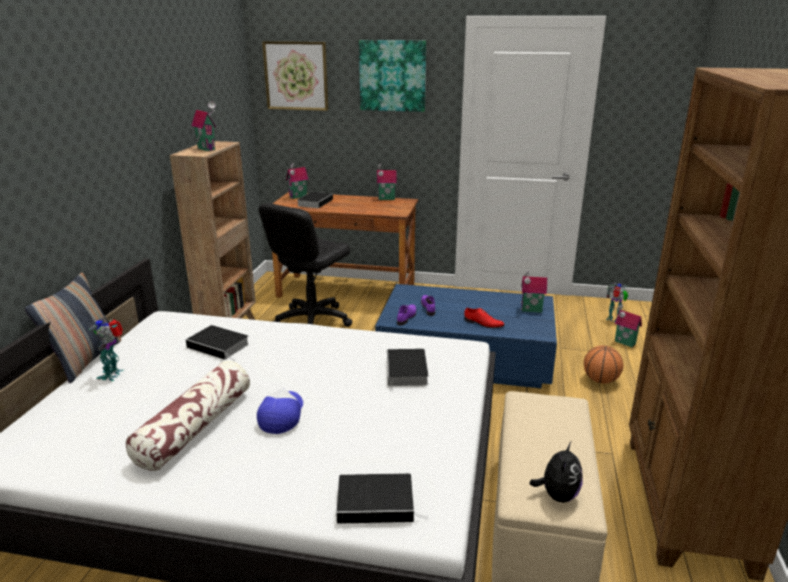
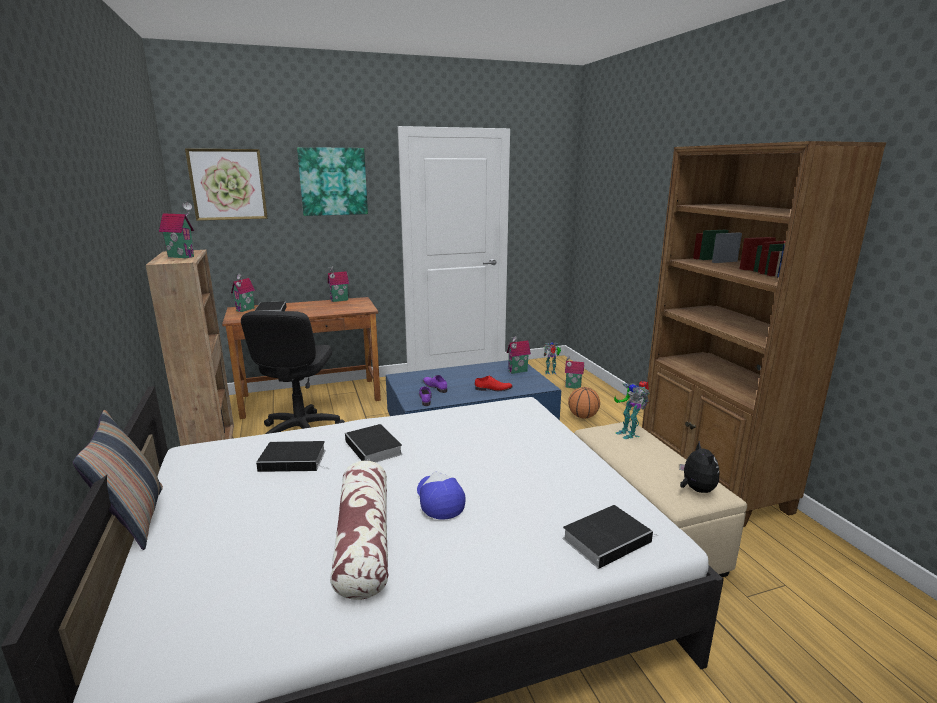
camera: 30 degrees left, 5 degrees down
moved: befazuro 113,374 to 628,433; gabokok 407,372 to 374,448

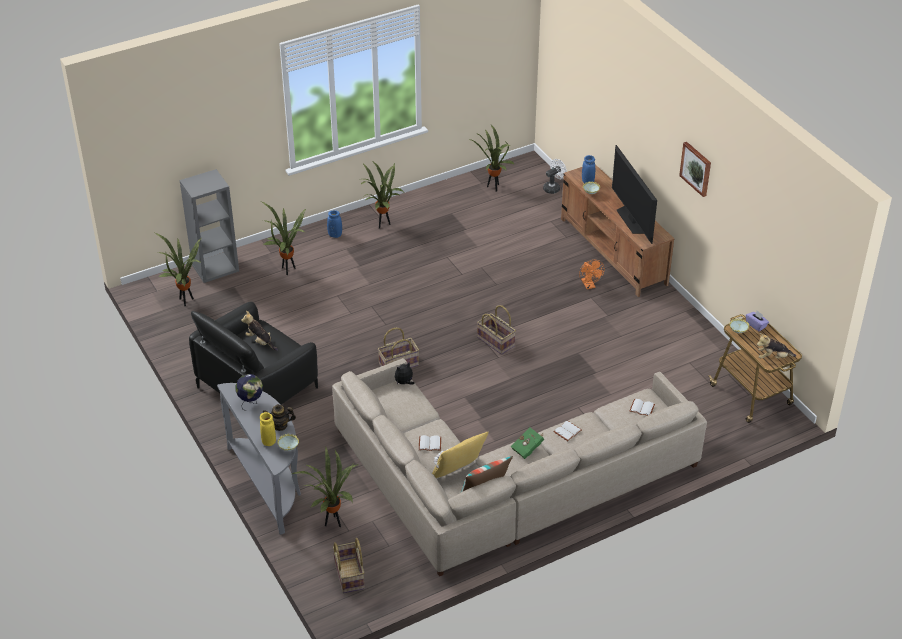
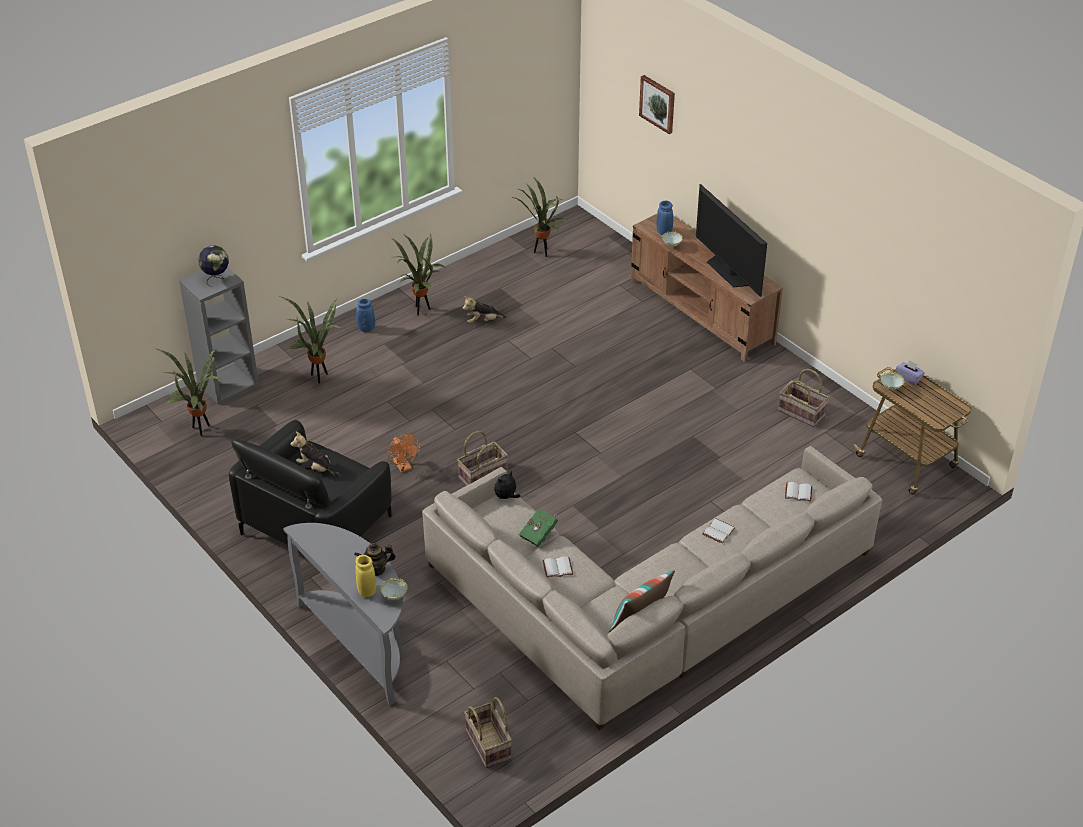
camera: 10 degrees left, 0 degrees up
removed: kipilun 332,522; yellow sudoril 459,473; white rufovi 553,188
moved: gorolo 251,403 to 216,279; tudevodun 496,341 to 802,413; green gabokok 528,448 to 540,534; orange rufovi 589,285 to 404,467; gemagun 696,168 to 658,103; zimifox 773,357 to 483,321

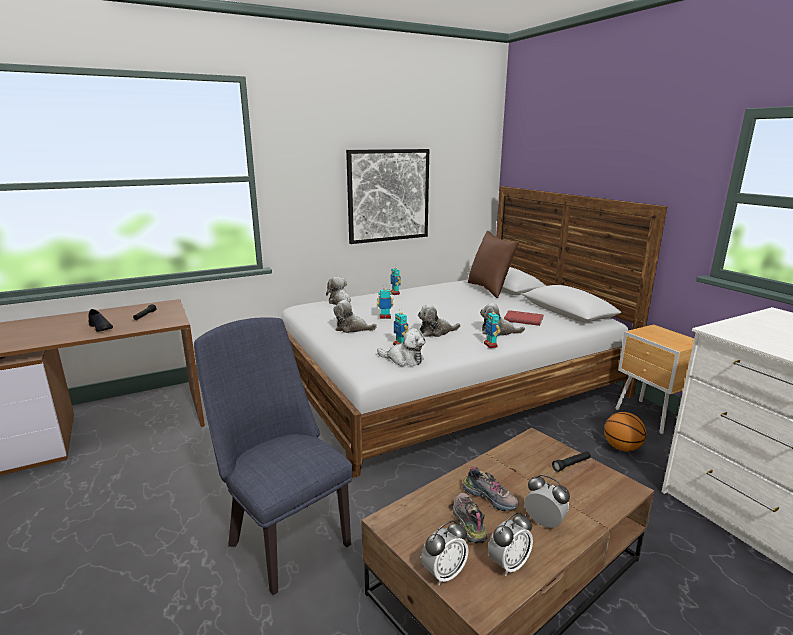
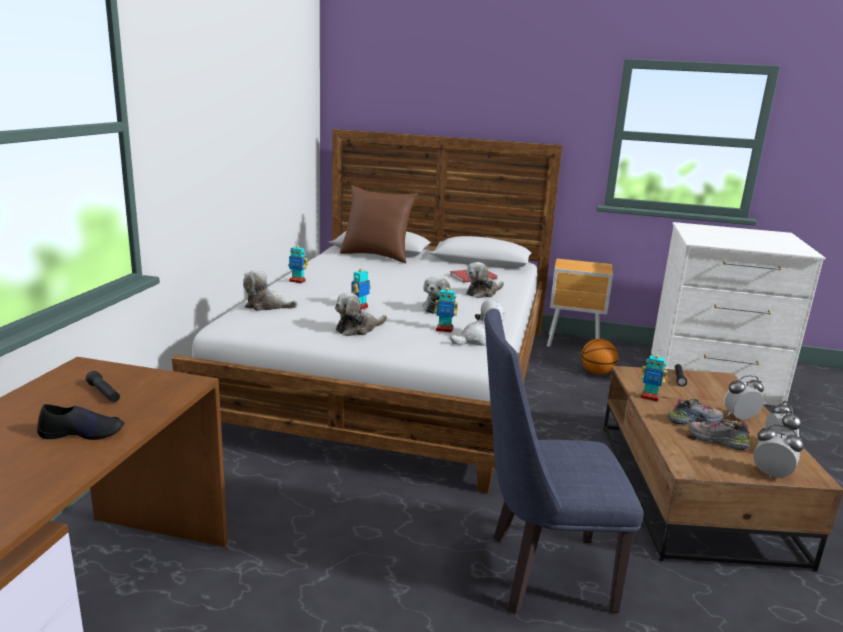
camera: 50 degrees left, 0 degrees up
removed: gemagun 388,195
moved: befazuro 491,345 to 649,397
turned: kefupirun 444,573 = 771,474 60 degrees counterclockwise

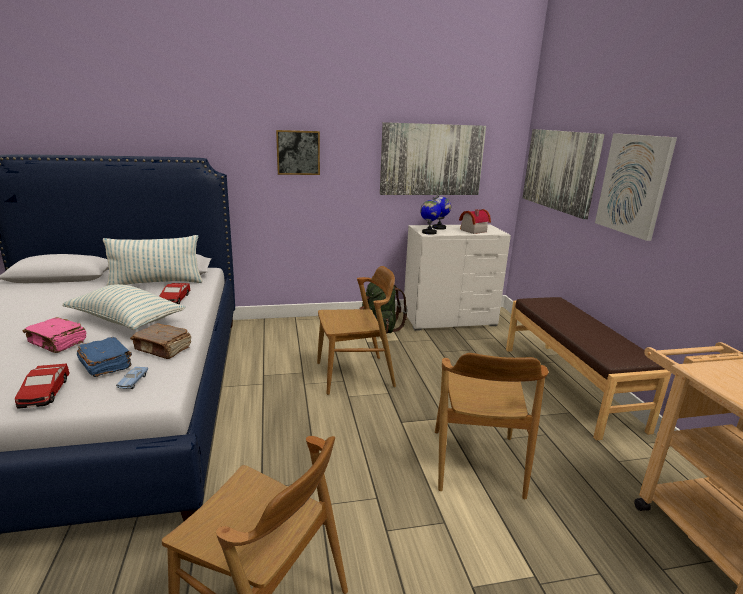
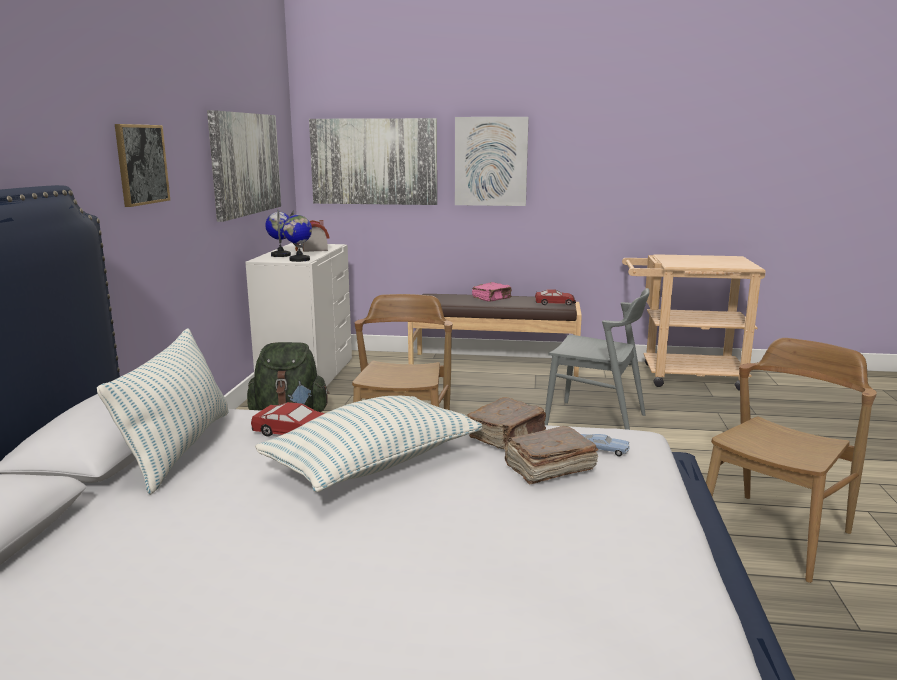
camera: 70 degrees left, 5 degrees down
moved: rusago 44,392 to 555,303; pink gabokok 57,343 to 492,299
recoloured: blue gabokok 106,365 to brown gabokok 548,468; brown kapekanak 476,463 to grey kapekanak 596,421

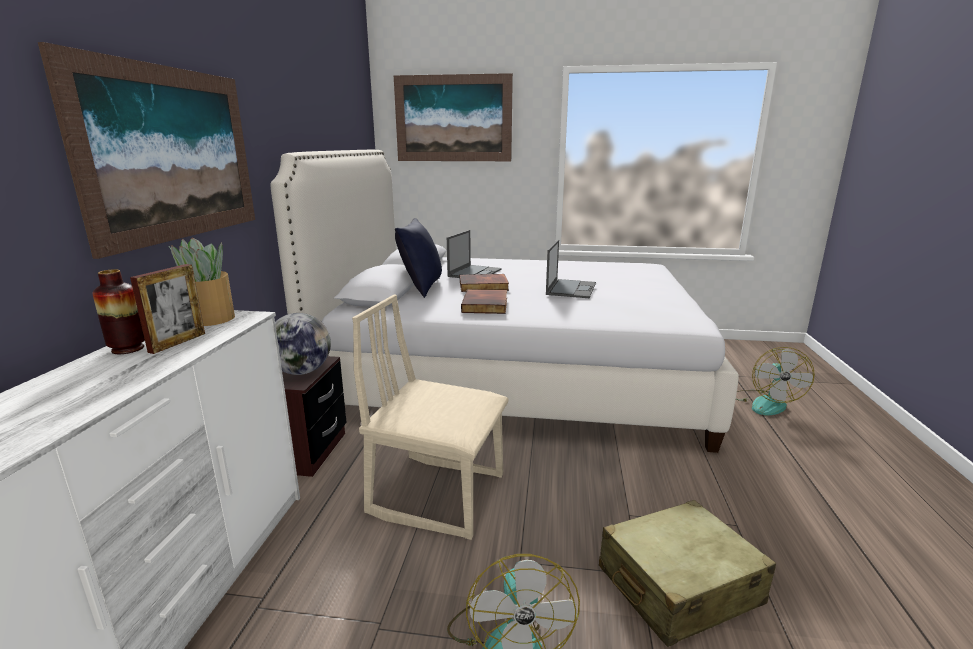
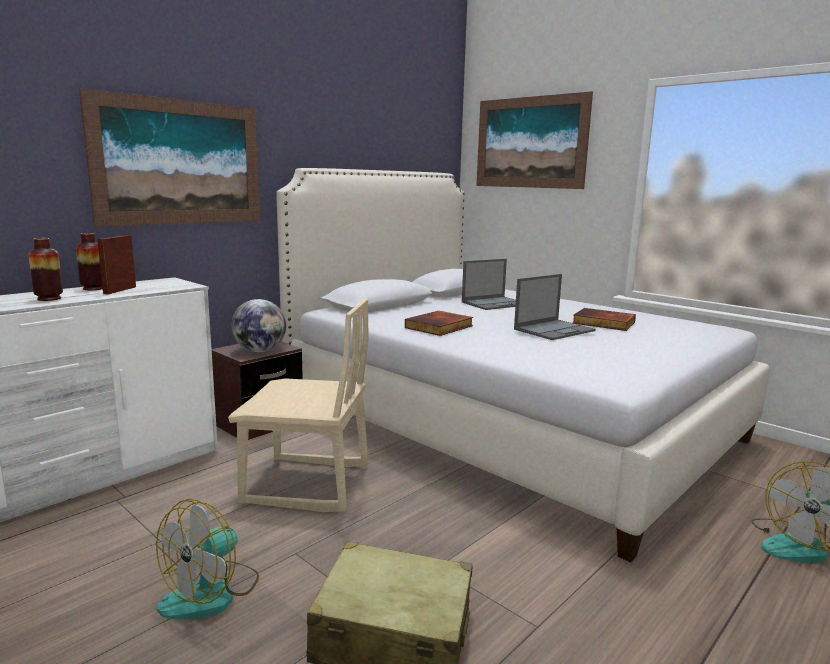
camera: 35 degrees right, 5 degrees down
removed: kipilun 211,318; blue sudoril 421,288
added: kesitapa 49,298
moved: gabokok 483,286 to 603,323
turned: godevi 177,342 = 120,290 135 degrees clockwise; beige kapekanak 438,494 = 306,485 135 degrees clockwise

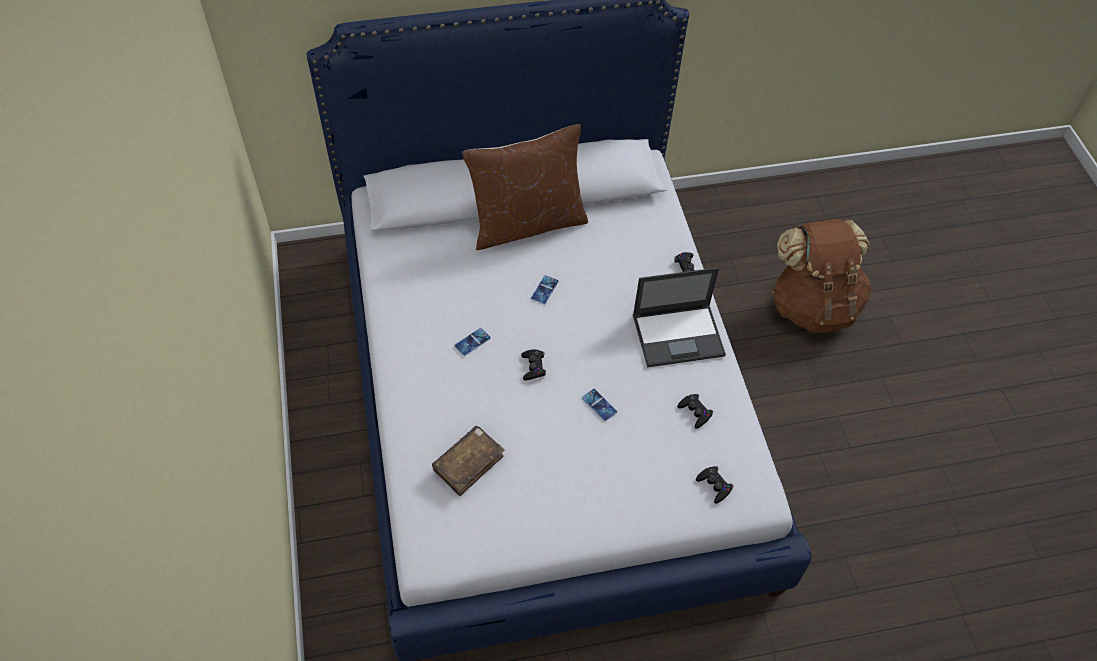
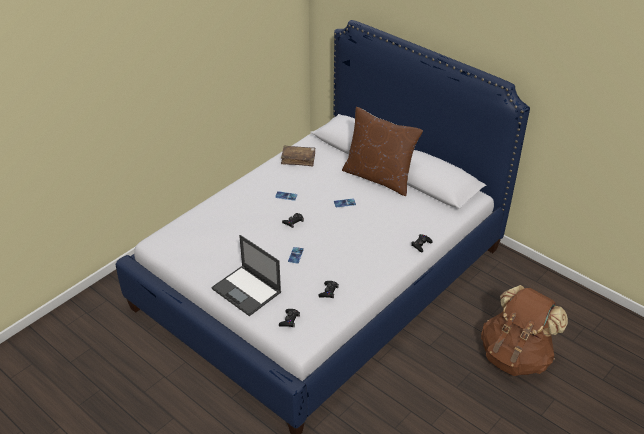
camera: 55 degrees right, 15 degrees down
moved: brown gabokok 468,464 to 298,159; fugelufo 679,335 to 247,291

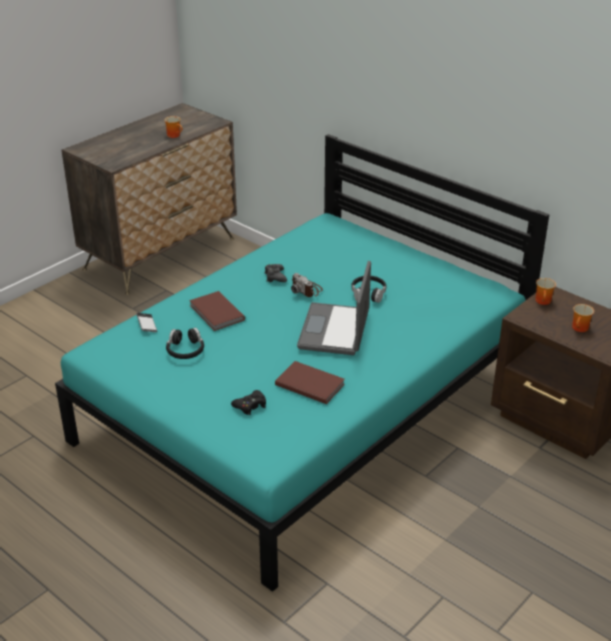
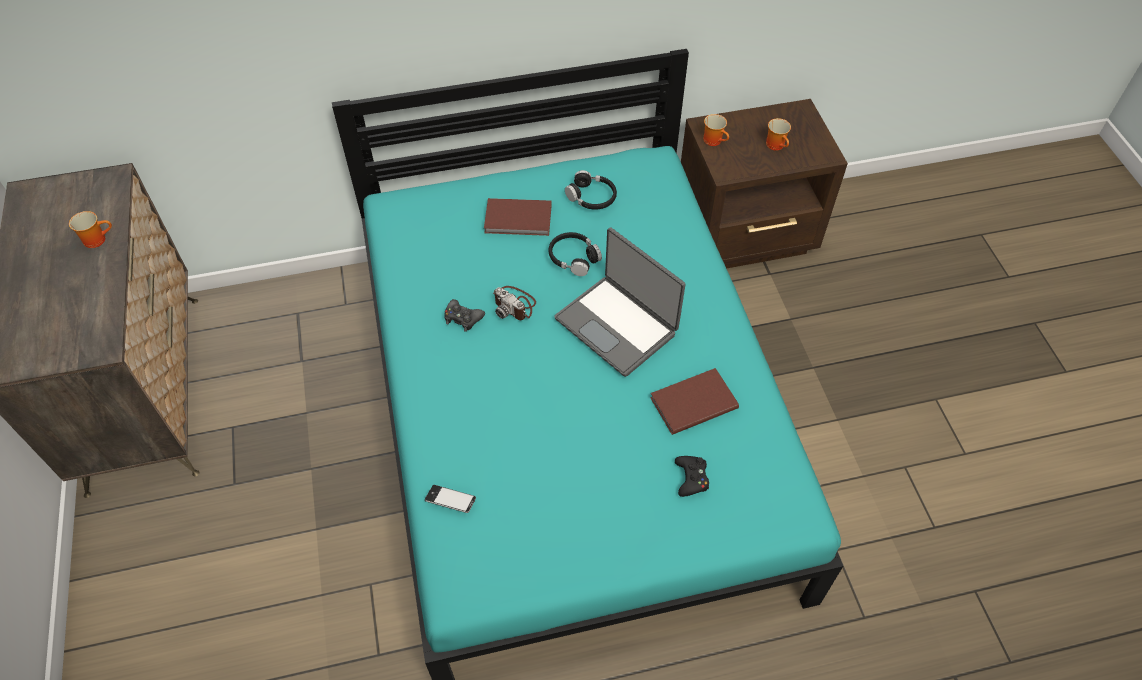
camera: 55 degrees left, 20 degrees up
moved: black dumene 185,350 to 591,197; brown gabokok 216,313 to 519,220
turned: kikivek 306,289 = 515,305 45 degrees clockwise

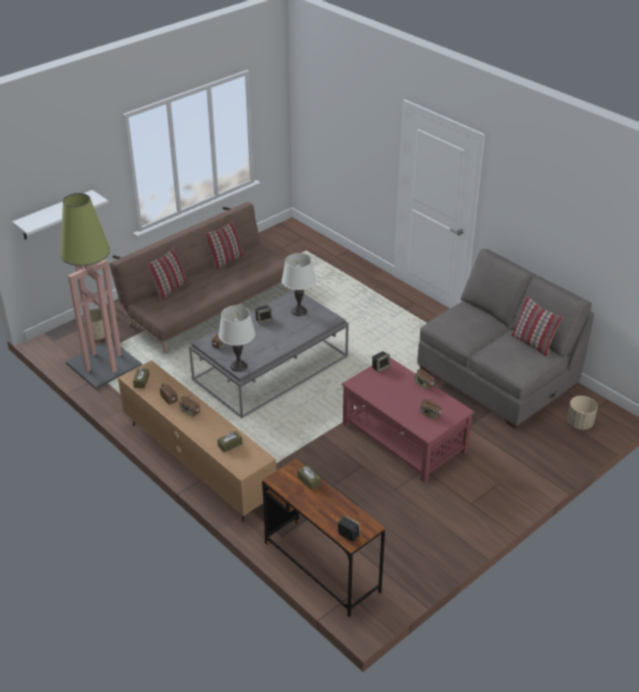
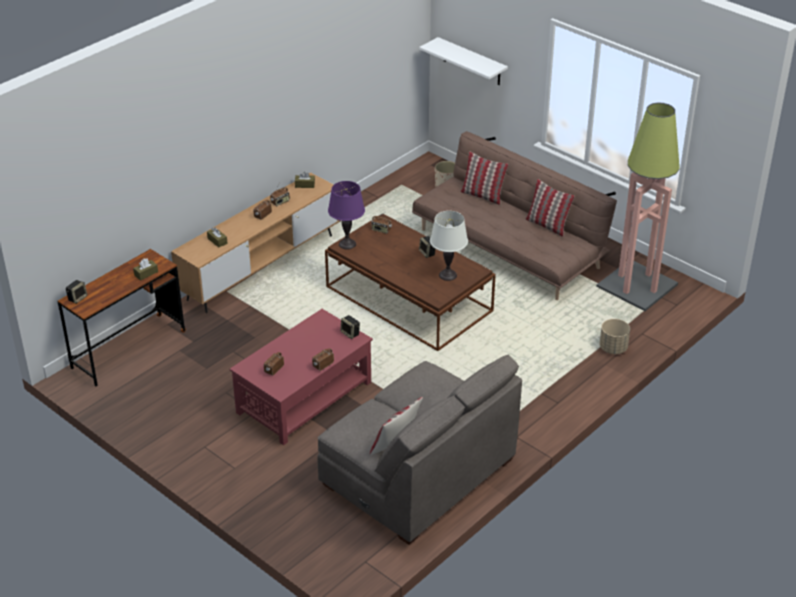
camera: 85 degrees right, 0 degrees up
moved: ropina 104,364 to 638,286; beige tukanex 579,423 to 613,348
recoloured: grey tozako 271,367 to brown tozako 409,299; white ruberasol 239,366 to purple ruberasol 347,244

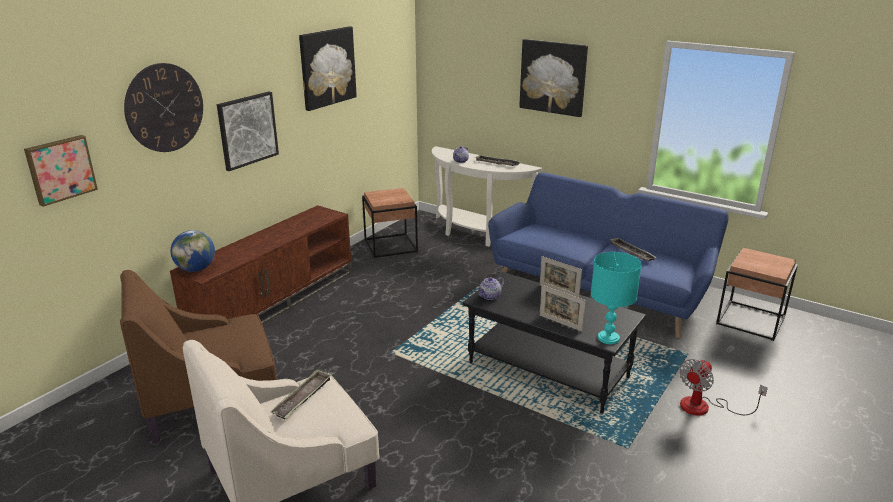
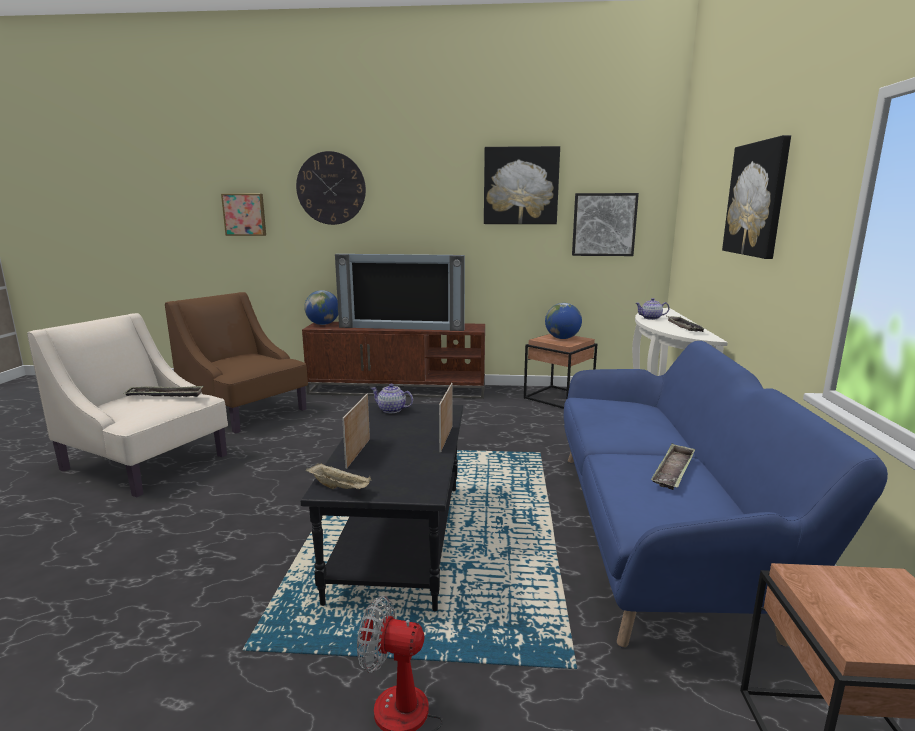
camera: 60 degrees right, 10 degrees down
added: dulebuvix 402,327; gorolo 562,338
moved: gemagun 247,130 to 604,224
replaced: turquoise ruberasol 608,338 to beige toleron 340,488

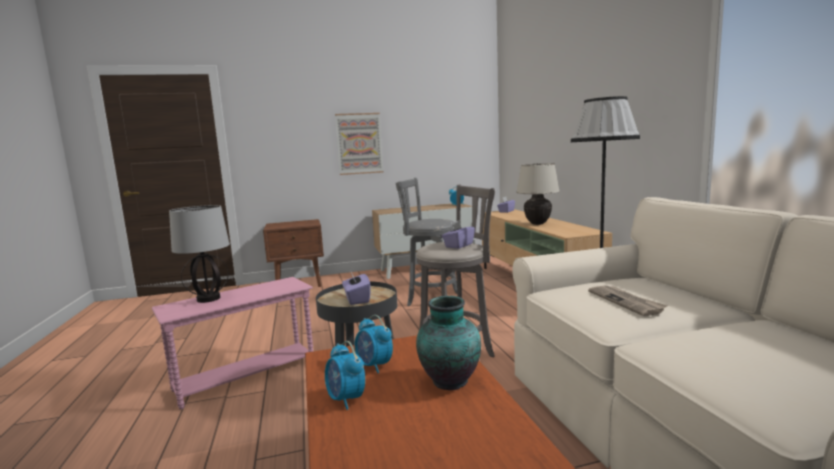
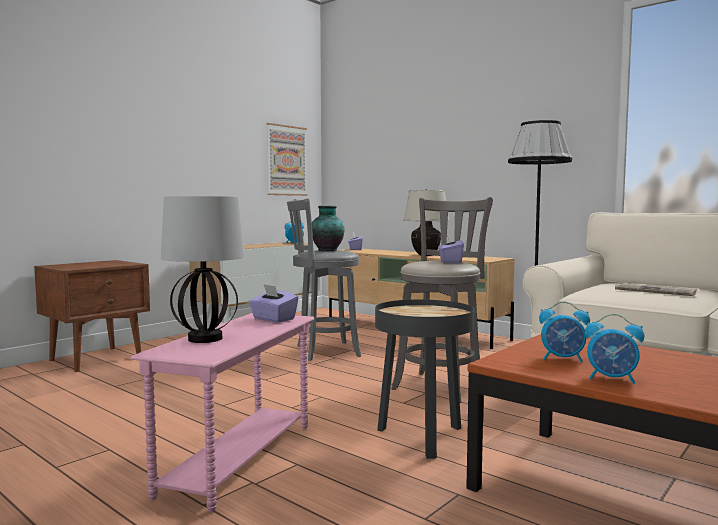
camera: 35 degrees left, 5 degrees down
moved: gemagun 359,143 to 286,160; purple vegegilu 357,299 to 273,319; kesitapa 449,382 to 327,250

